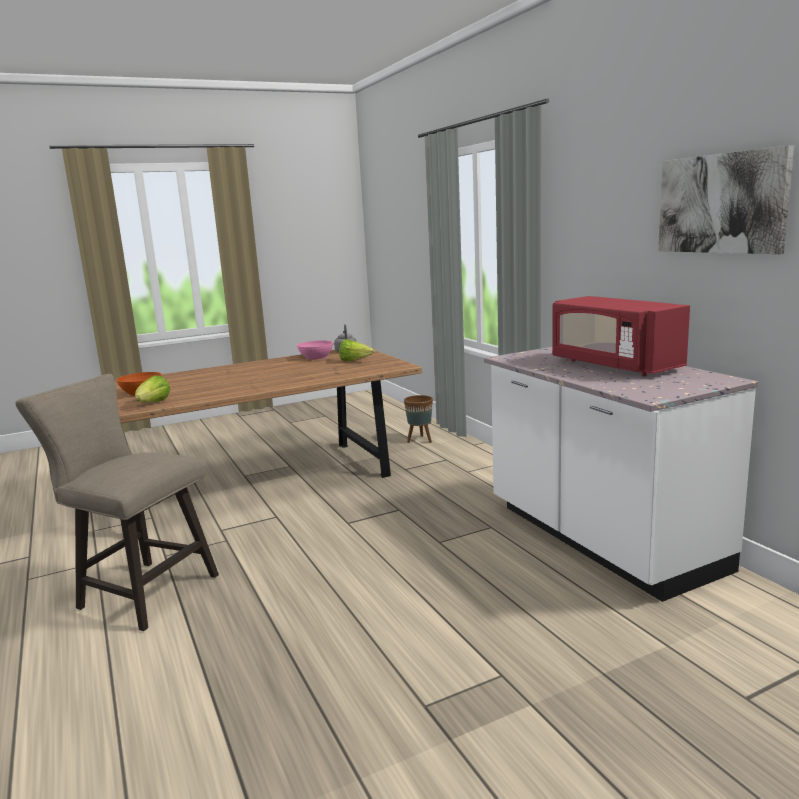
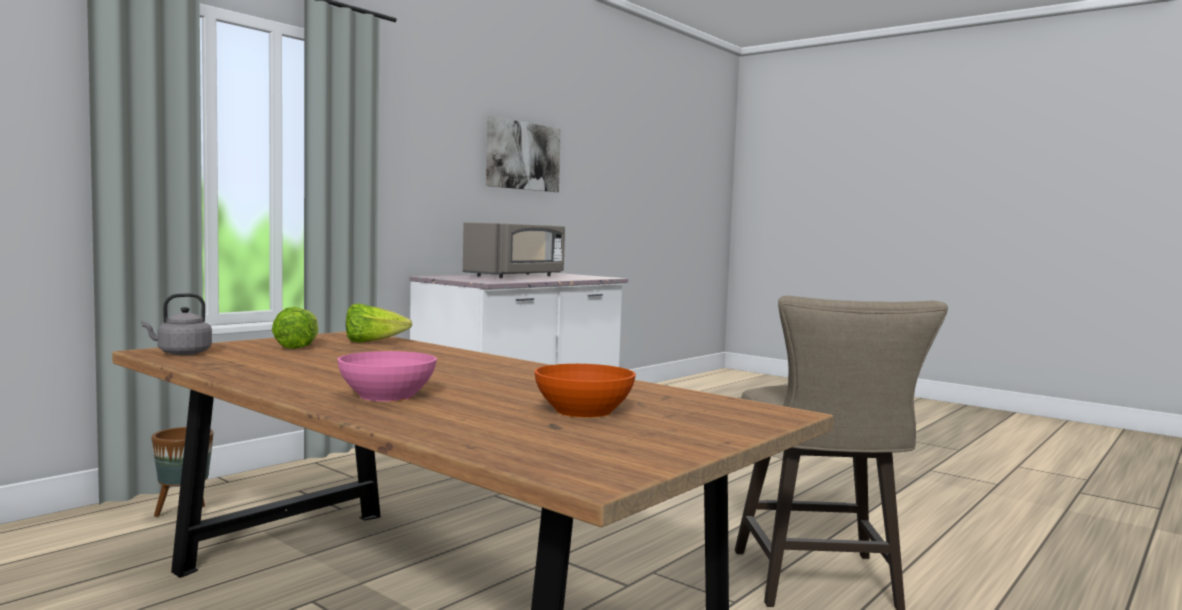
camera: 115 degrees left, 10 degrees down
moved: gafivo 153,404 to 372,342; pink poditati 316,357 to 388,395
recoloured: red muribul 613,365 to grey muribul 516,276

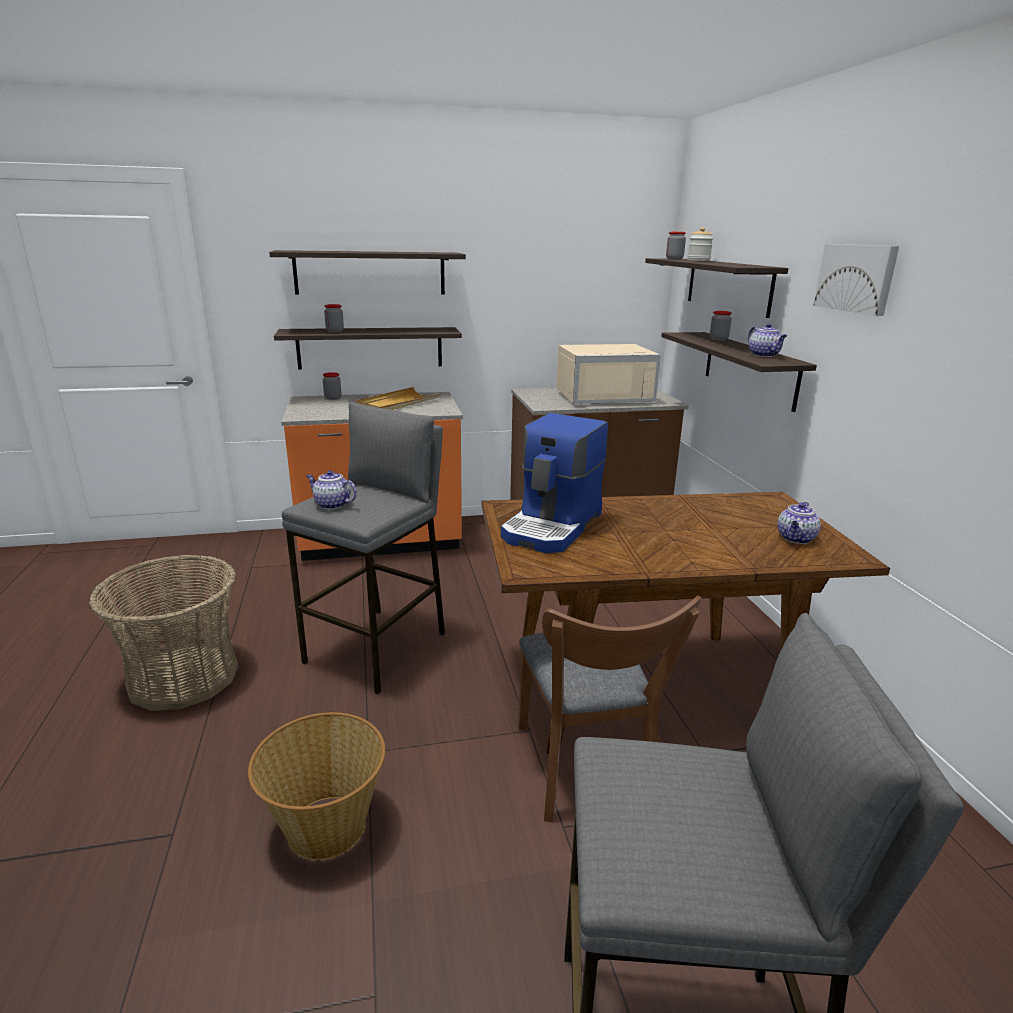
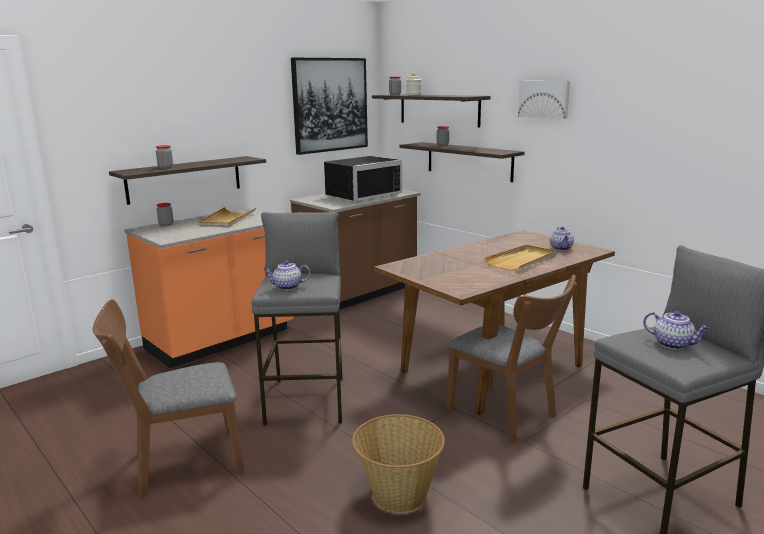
camera: 30 degrees left, 5 degrees down
removed: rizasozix 370,273; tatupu 553,527
added: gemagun 330,105; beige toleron 521,260
moved: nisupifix 764,355 to 673,344
replaced: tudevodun 183,677 to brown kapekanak 179,464
recoloured: beige muribul 602,396 to black muribul 360,195

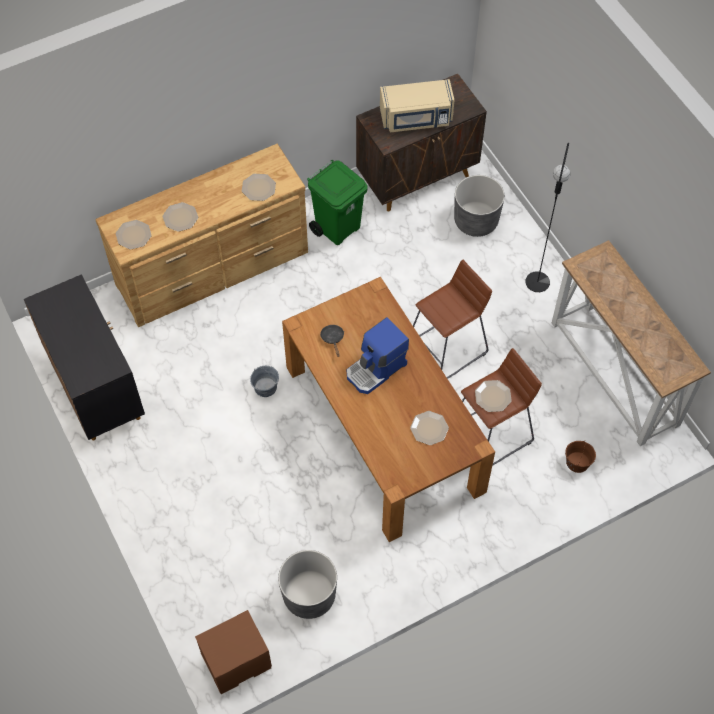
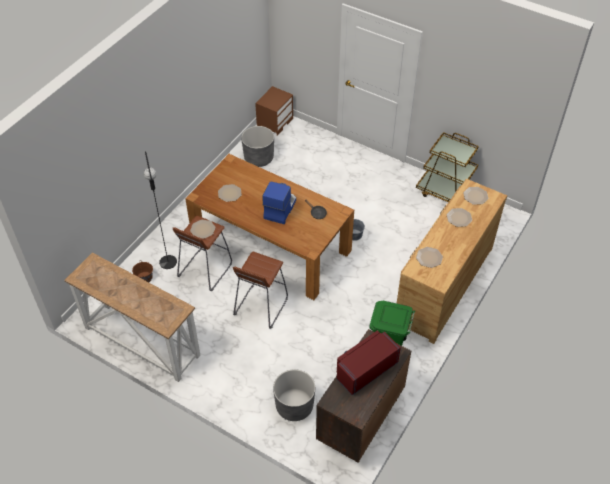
camera: 150 degrees right, 10 degrees down
moved: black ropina 537,282 to 168,262
replaced: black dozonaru 96,388 to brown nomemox 445,193
recoloured: beige muribul 416,118 to red muribul 365,370

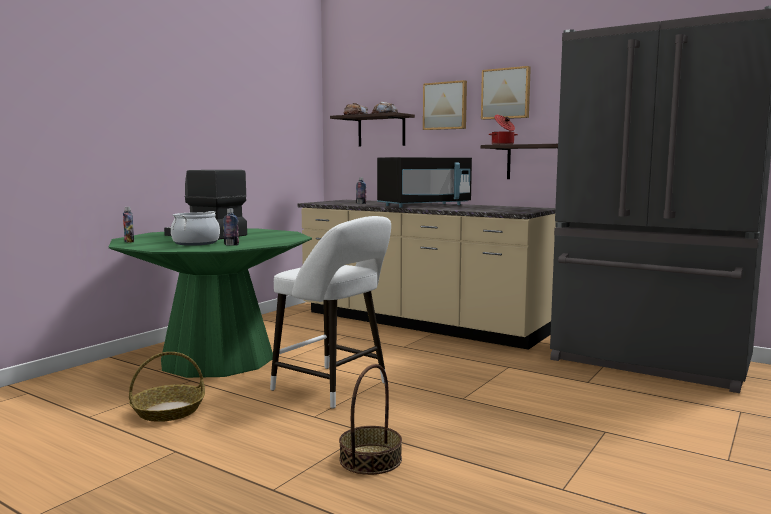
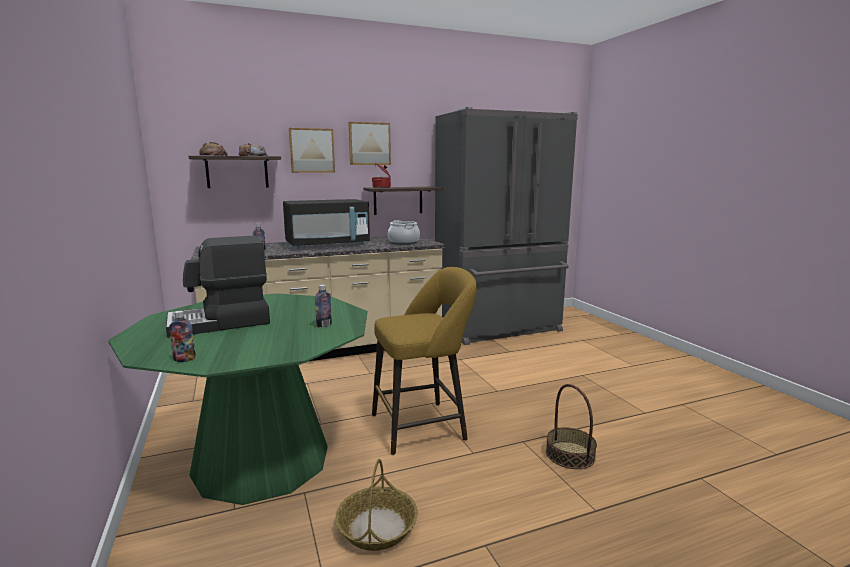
camera: 55 degrees left, 5 degrees up
moved: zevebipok 195,243 to 403,242
recoloured: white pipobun 335,388 to yellow pipobun 423,426
turned: black muribul 424,205 = 328,245 60 degrees clockwise

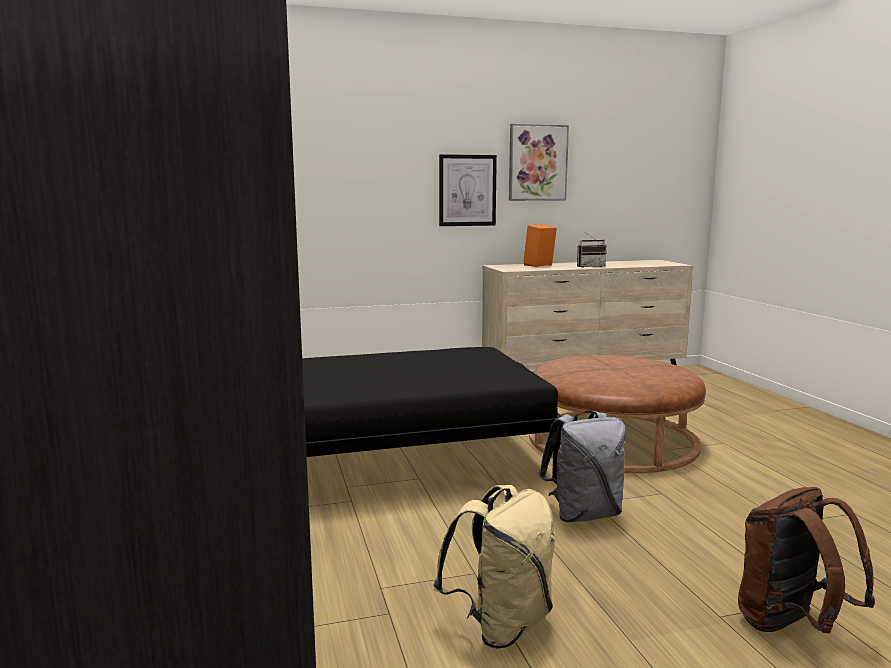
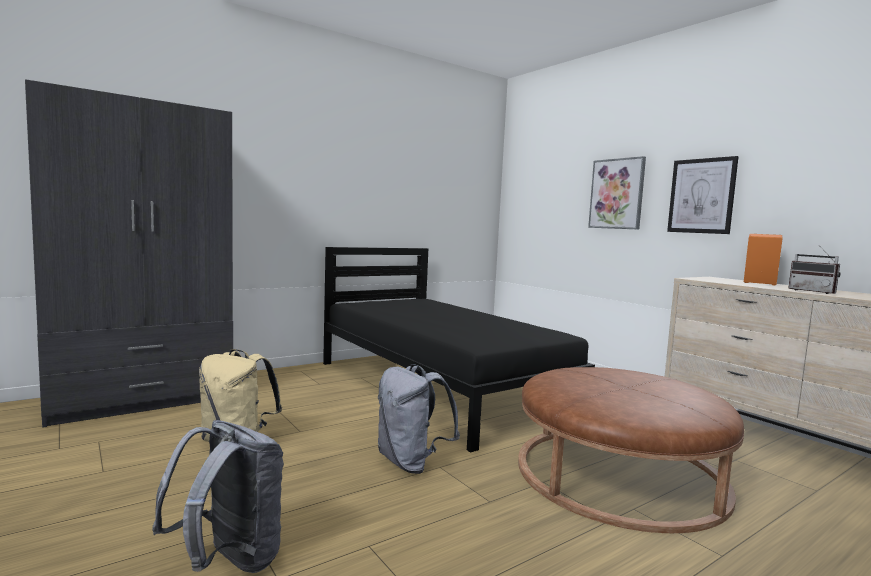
camera: 70 degrees right, 5 degrees down
moved: gemagun 537,163 to 617,194
recoloured: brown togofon 790,626 to grey togofon 228,562

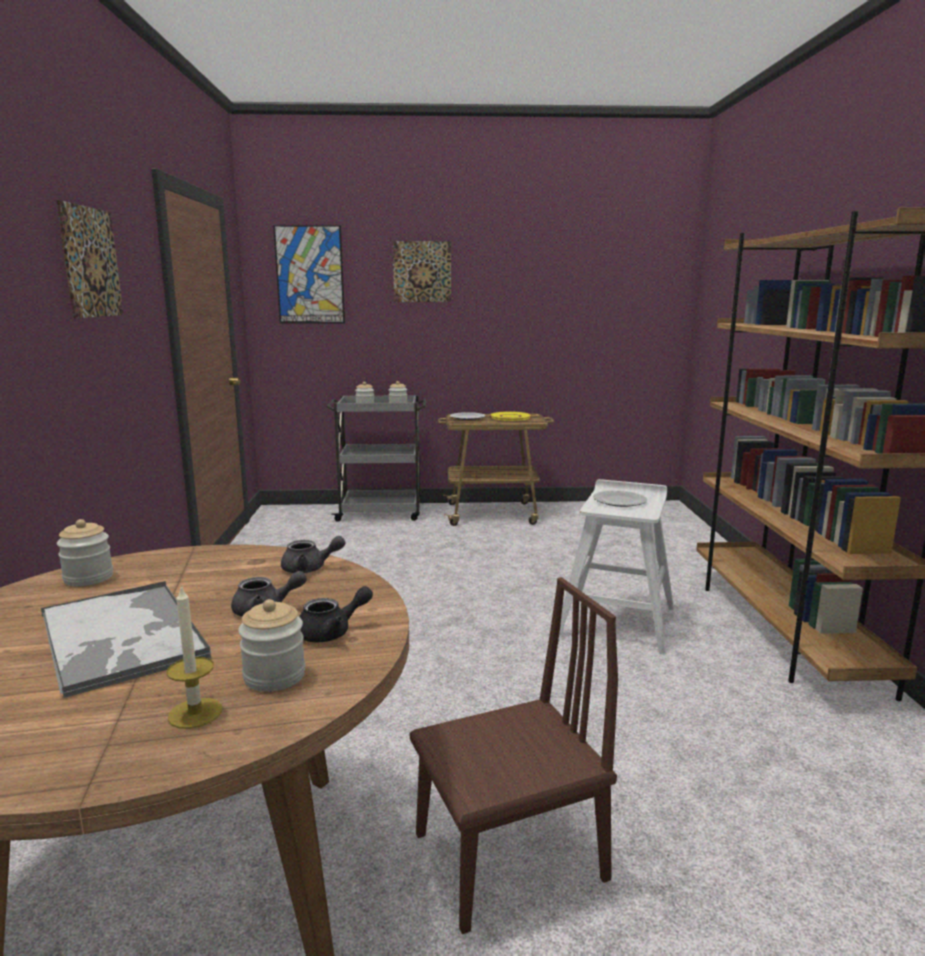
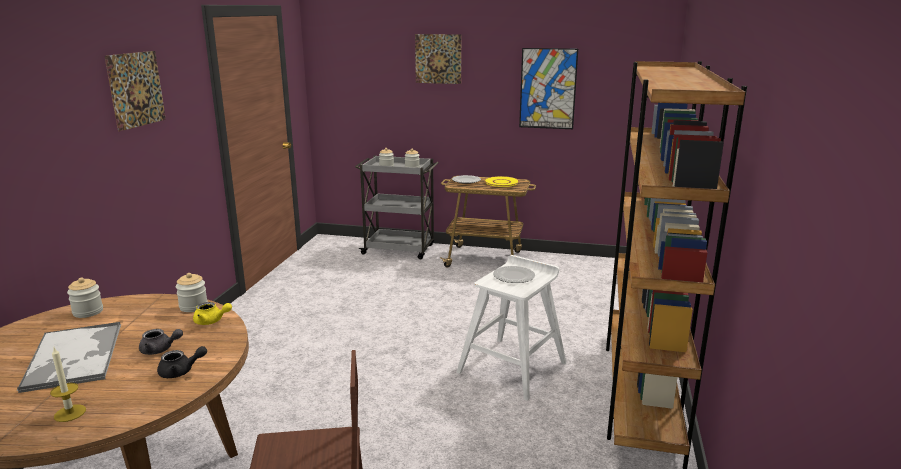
camera: 15 degrees right, 5 degrees up
moved: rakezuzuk 274,676 to 193,306; gemagun 310,275 to 548,89
recoloured: grey nisupifix 310,569 to yellow nisupifix 211,321

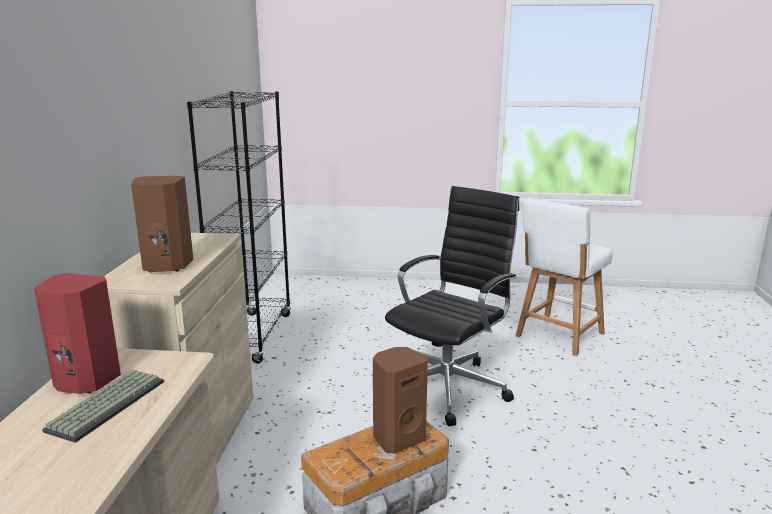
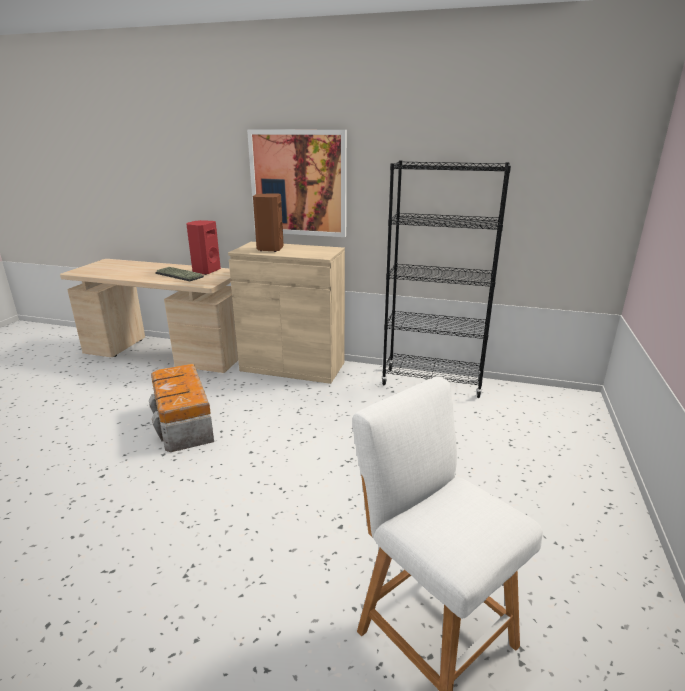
camera: 100 degrees right, 5 degrees up
removed: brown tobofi 398,438; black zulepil 449,387
added: gemagun 298,183

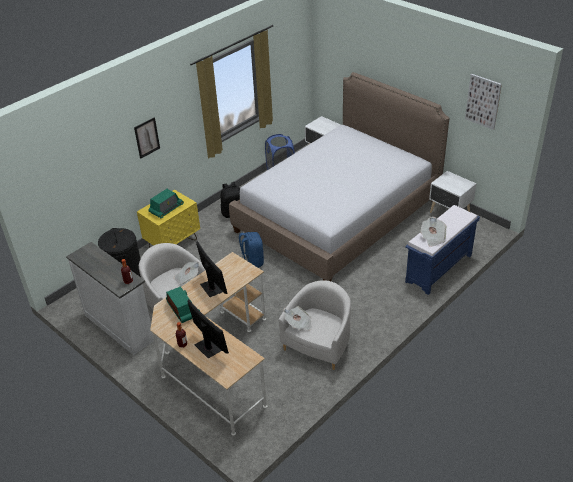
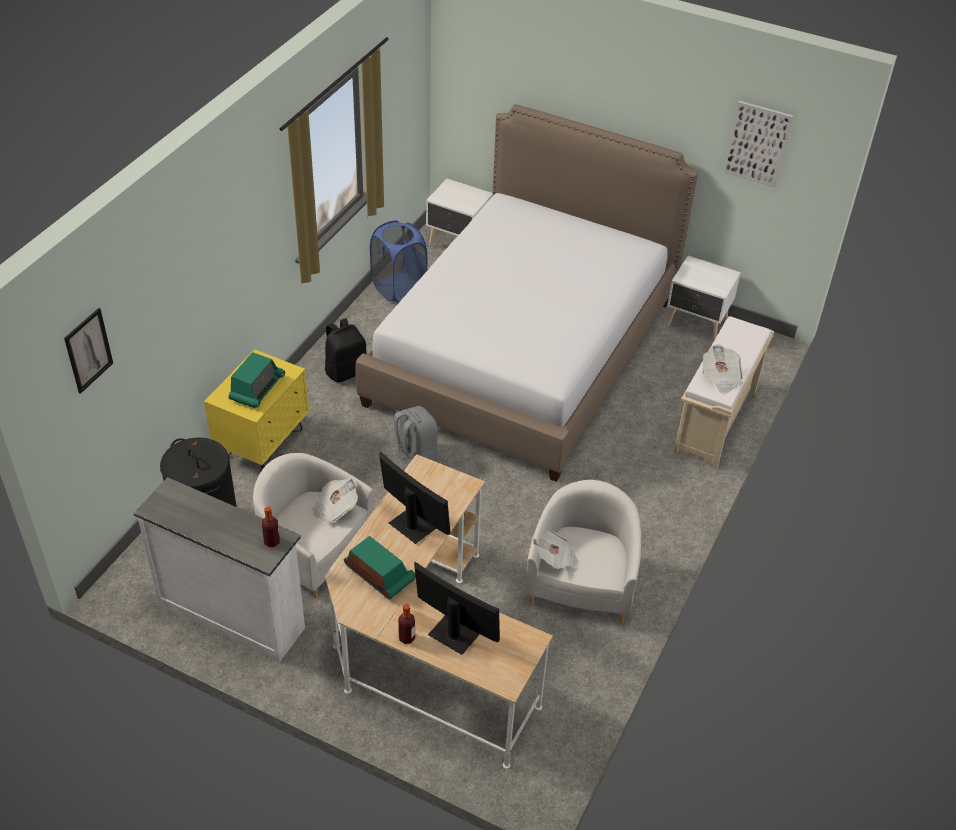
camera: 20 degrees left, 5 degrees up
moved: gemagun 147,137 to 88,350
recoloured: blue togofon 252,261 to grey togofon 414,456; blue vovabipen 438,269 to beige vovabipen 716,422

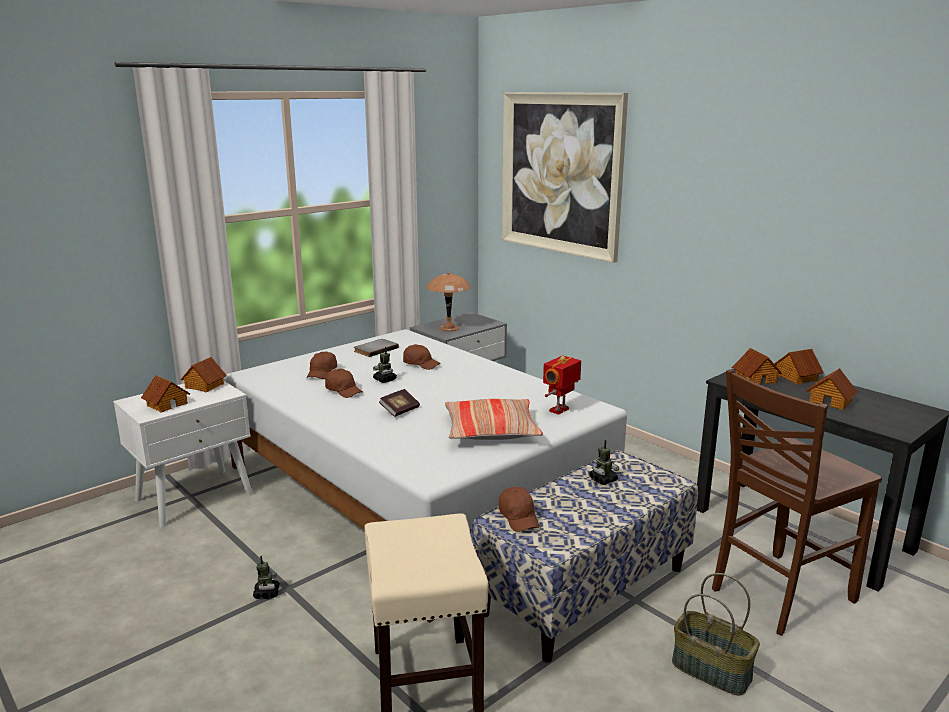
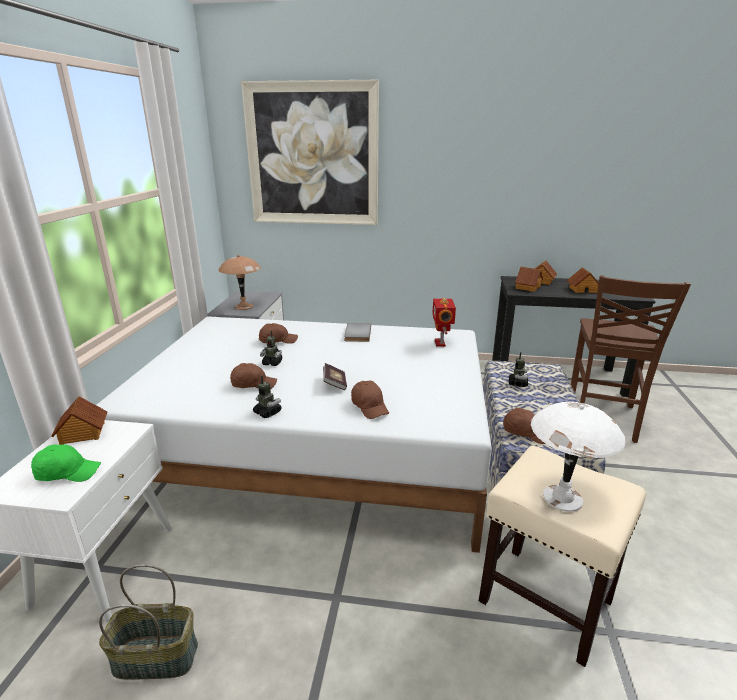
camera: 40 degrees left, 5 degrees up
removed: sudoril 491,430
added: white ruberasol 562,497
moved: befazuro 266,593 to 267,412; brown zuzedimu 322,373 to 370,407; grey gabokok 375,349 to 356,334; tudevodun 712,670 to 157,656
replaced: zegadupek 167,404 to green zuzedimu 67,472

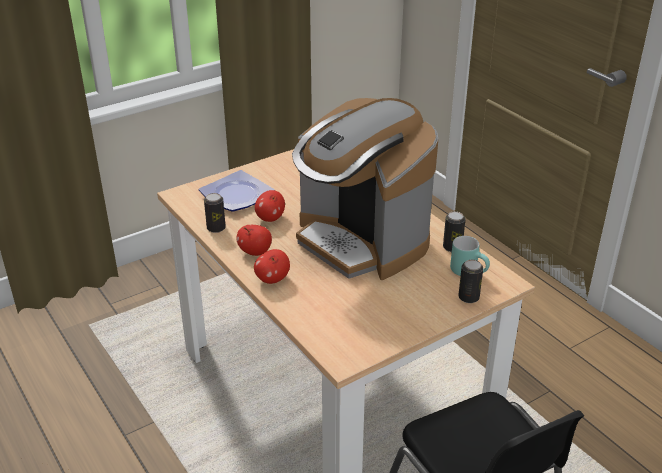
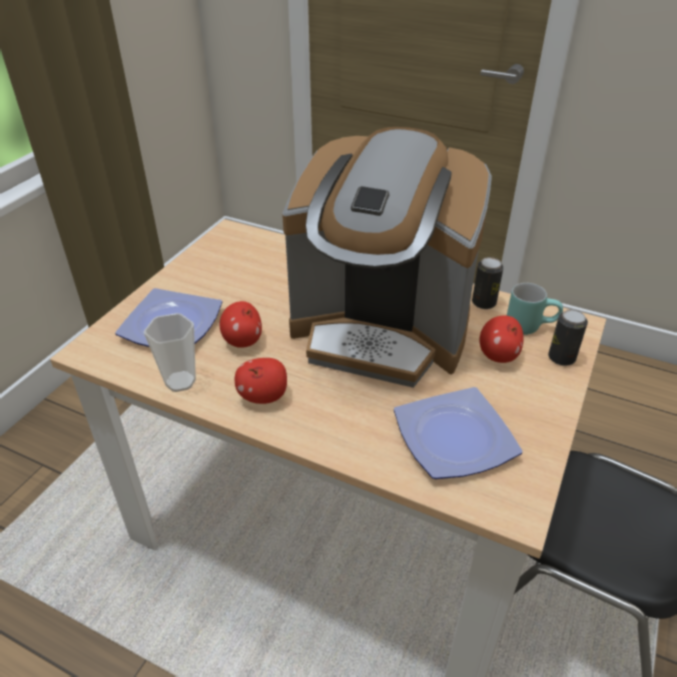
camera: 30 degrees left, 5 degrees up
added: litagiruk 455,436
moved: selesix 272,279 to 498,356
replaced: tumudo 216,228 to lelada 180,381

